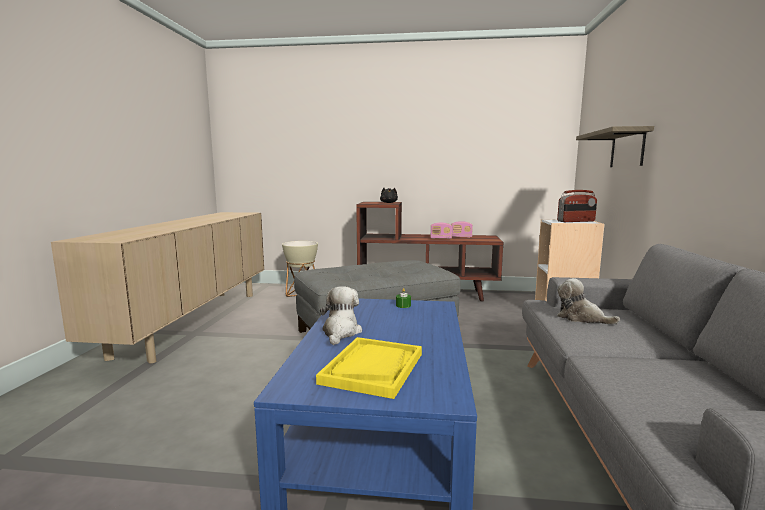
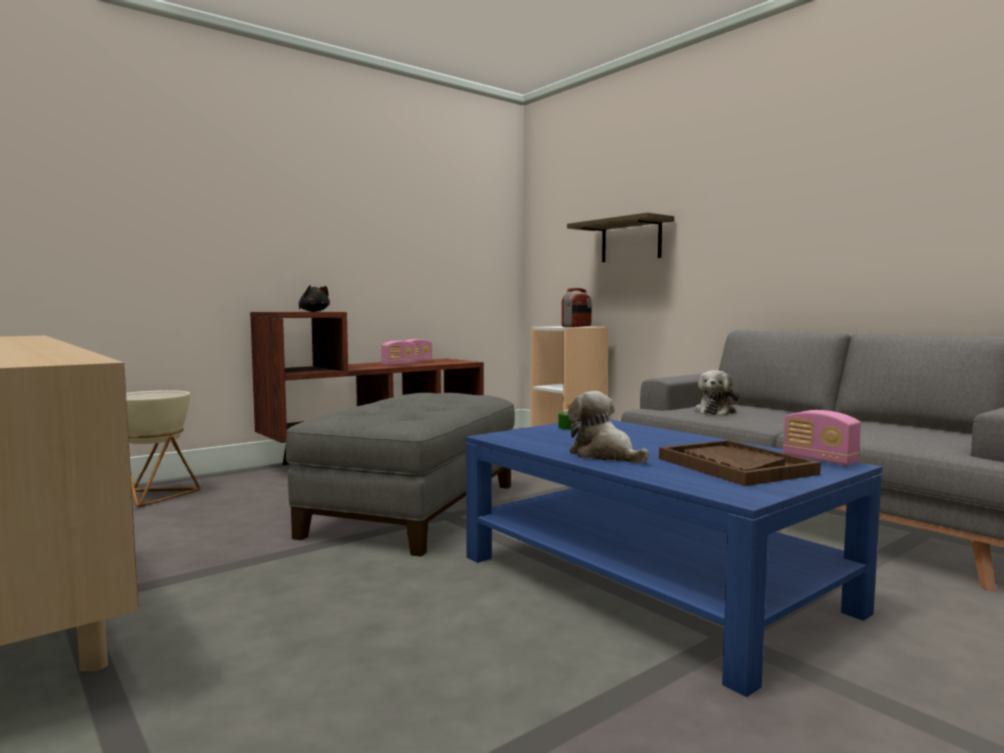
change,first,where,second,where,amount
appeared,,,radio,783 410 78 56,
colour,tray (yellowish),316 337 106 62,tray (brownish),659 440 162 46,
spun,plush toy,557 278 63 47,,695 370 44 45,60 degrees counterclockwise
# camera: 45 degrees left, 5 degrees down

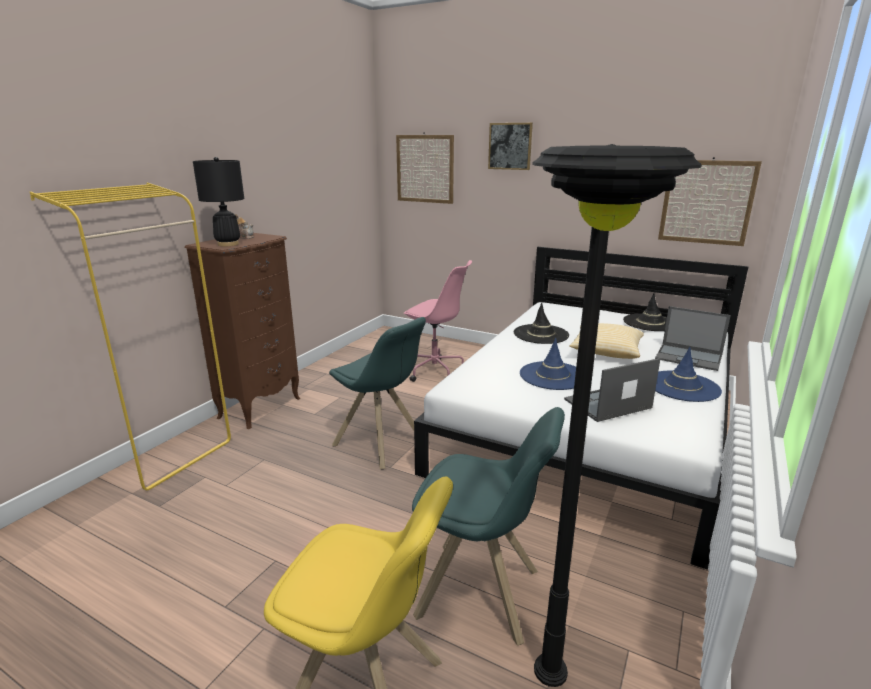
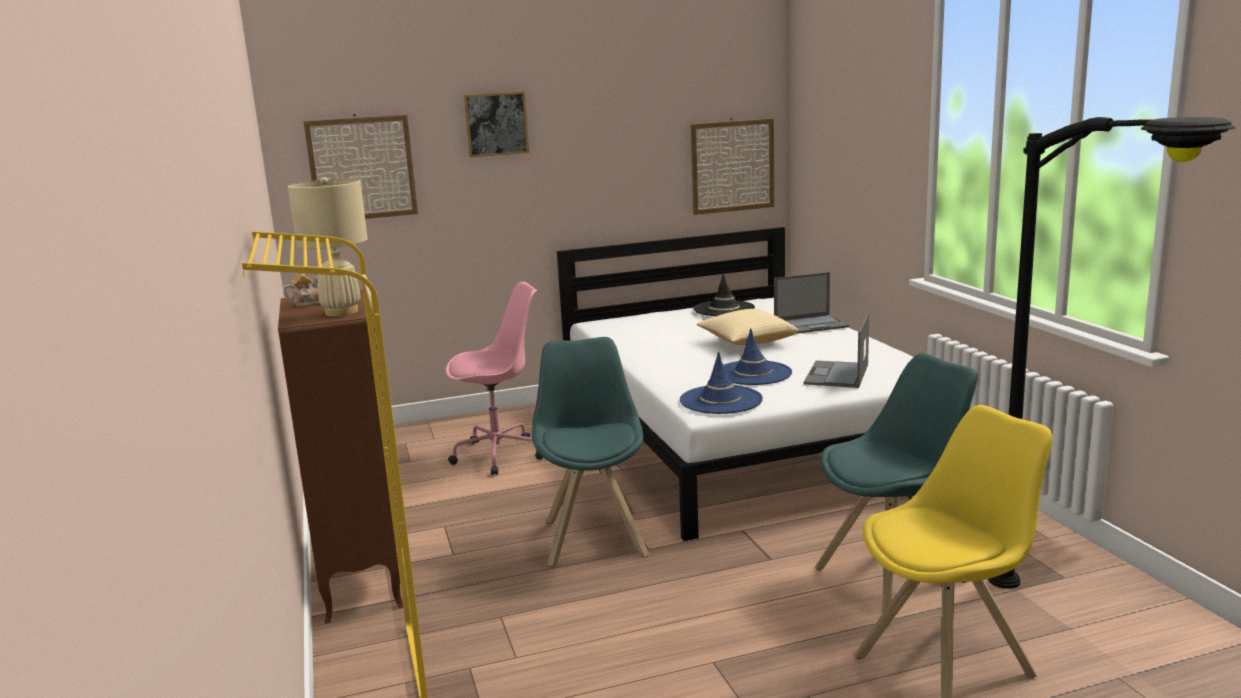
change,first,where,second,where,amount
missing,wearable hat (black-coloured),514 302 55 42,,,
relocated,wearable hat (blue),655 347 67 55,,680 352 83 62,
colour,lamp for a table (black-coloured),193 157 51 89,lamp for a table (beige),288 177 80 140,
spun,chair (turquoise),329 317 97 153,,532 337 117 230,90 degrees counterclockwise
# camera: 45 degrees left, 5 degrees down

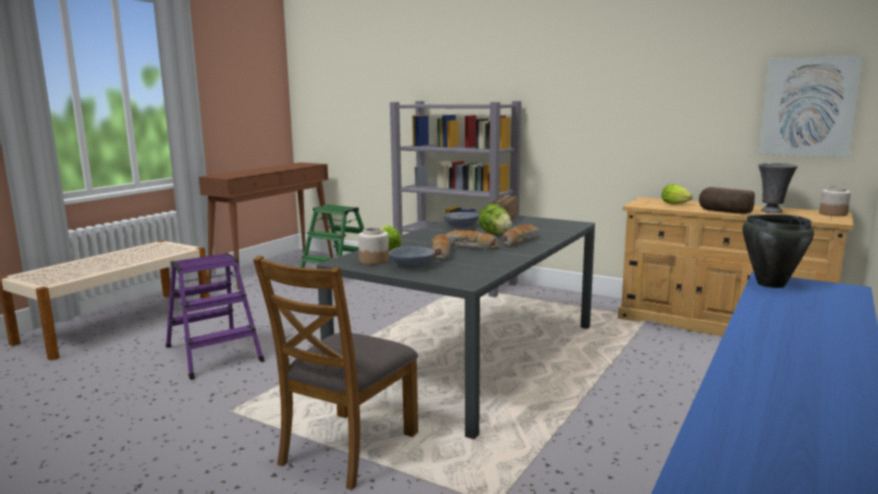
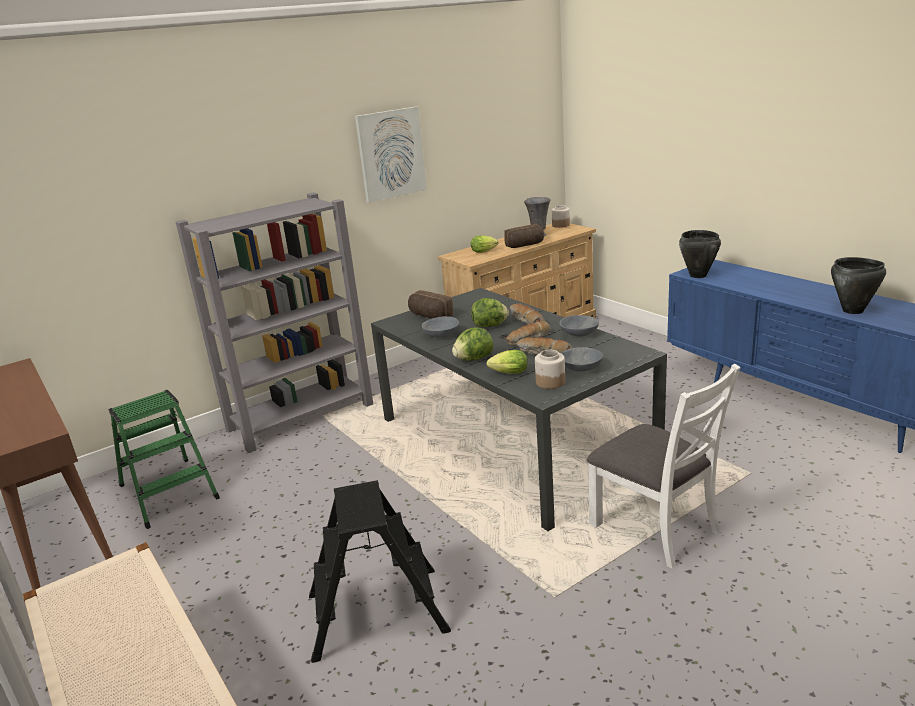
change,first,where,second,where,amount
appeared,,,head of lettuce,452 327 42 34,
appeared,,,serving bowl (greyish),559 315 40 22,
appeared,,,stockpot (black-coloured),831 257 55 57,
relocated,wall picture,758 56 105 101,,355 106 72 97,
colour,step stool (purplish),166 253 98 127,step stool (black-coloured),309 480 142 183,
colour,chair (brownish),253 256 165 234,chair (white),587 364 154 205,
# camera: 65 degrees left, 10 degrees up

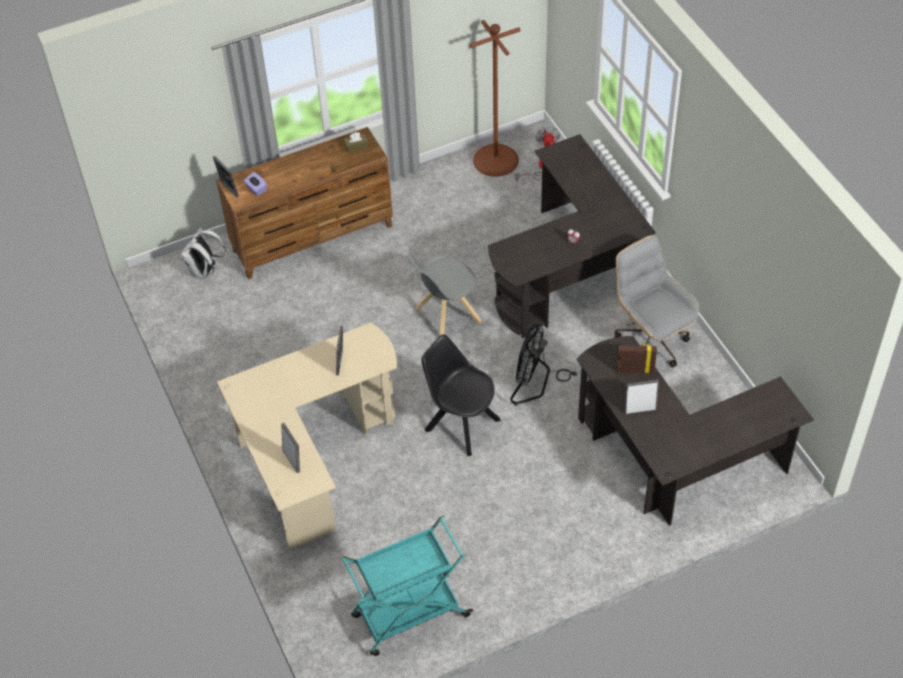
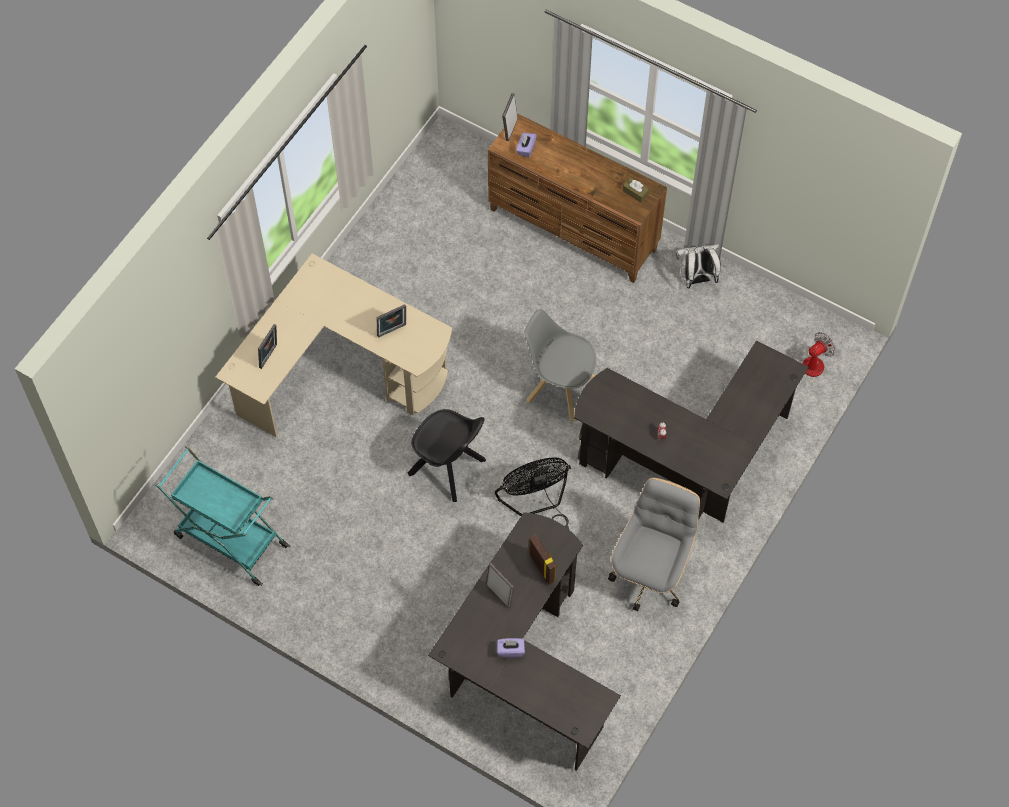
change,first,where,second,where,amount
missing,garment stand (brownish),469 20 52 157,,,
appeared,,,tissue holder (purplish),497 638 28 20,
relocated,rucksack (white),180 228 46 51,,676 244 45 44,
spun,chair (black-coloured),421 334 80 122,,407 409 79 93,120 degrees clockwise
# camera: 55 degrees right, 10 degrees up

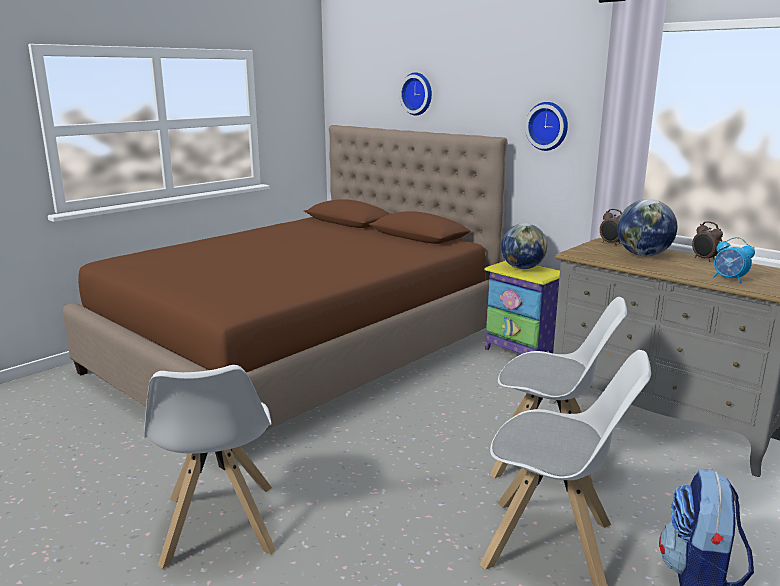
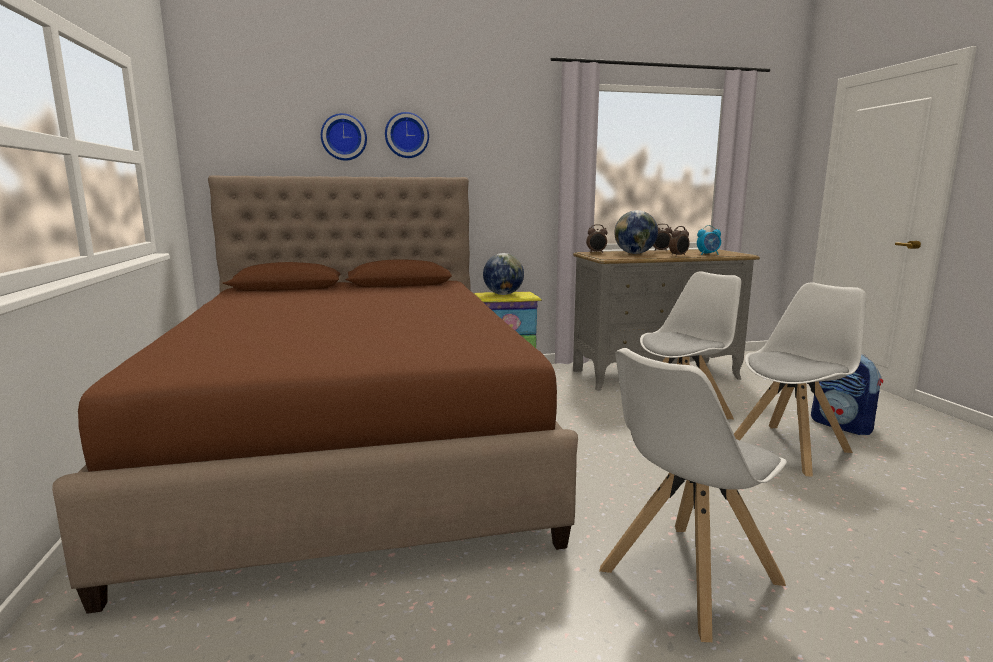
change,first,where,second,where,amount
appeared,,,bedside clock,669 226 20 30,
relocated,clock on the wall,525 102 43 49,,385 112 44 46,
spun,chair,144 365 132 204,,599 348 188 294,120 degrees clockwise
# camera: 55 degrees left, 5 degrees down

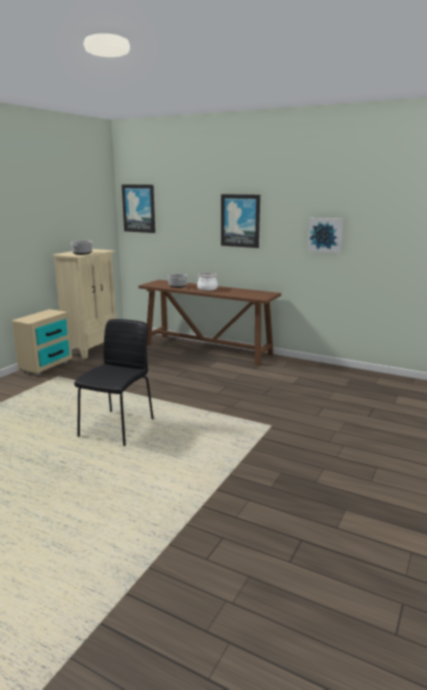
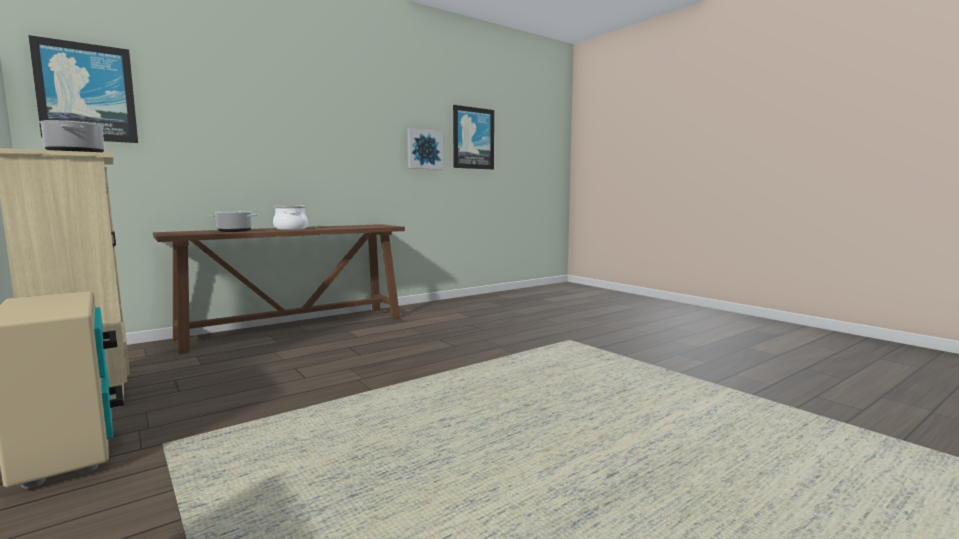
change,first,where,second,where,amount
missing,chair (black-coloured),74 319 80 127,,,
relocated,wall picture,221 194 39 54,,453 105 41 64,
# camera: 65 degrees left, 10 degrees down

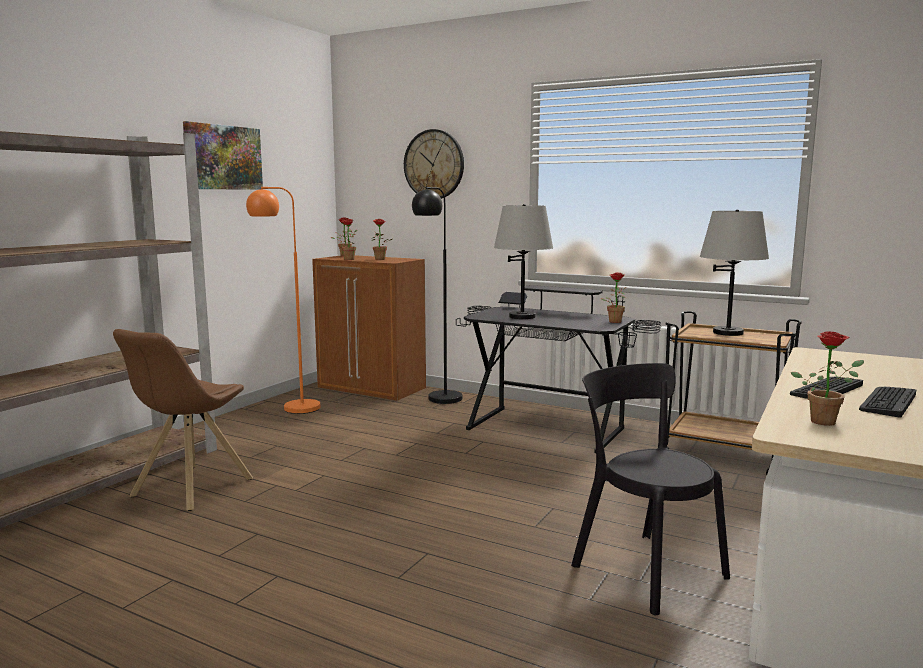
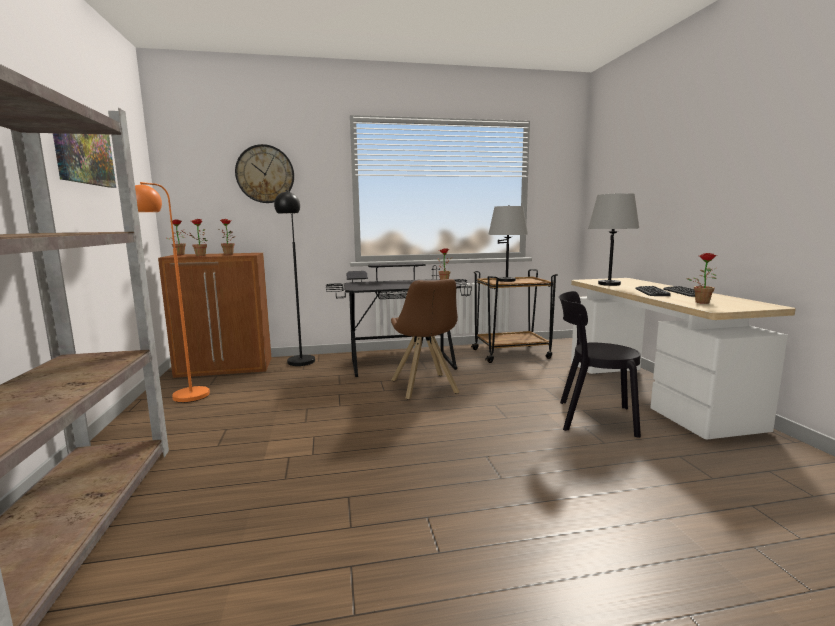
change,first,where,second,where,amount
relocated,chair (brownish),113 329 140 182,,391 279 68 121,
relocated,lamp for a table (greyish),494 204 59 115,,588 193 51 93,
# camera: 40 degrees left, 0 degrees up

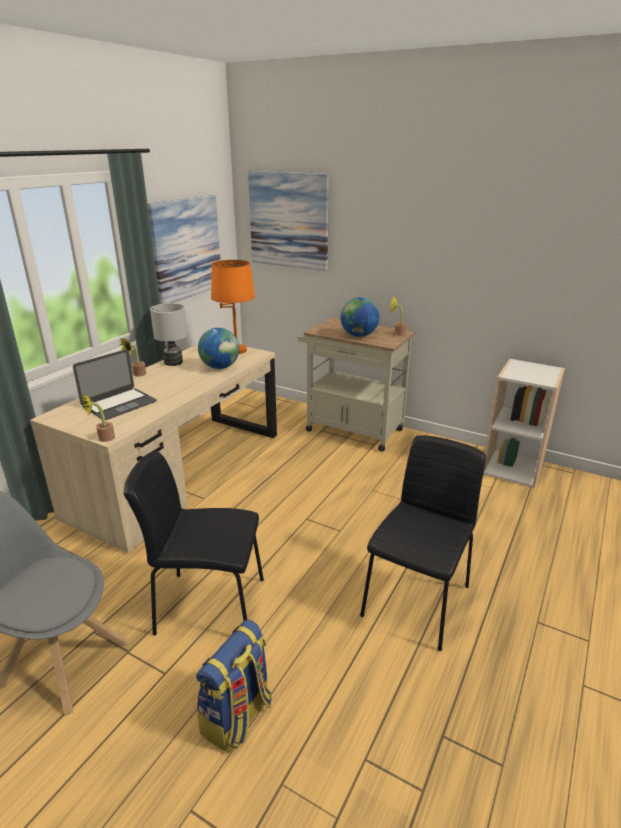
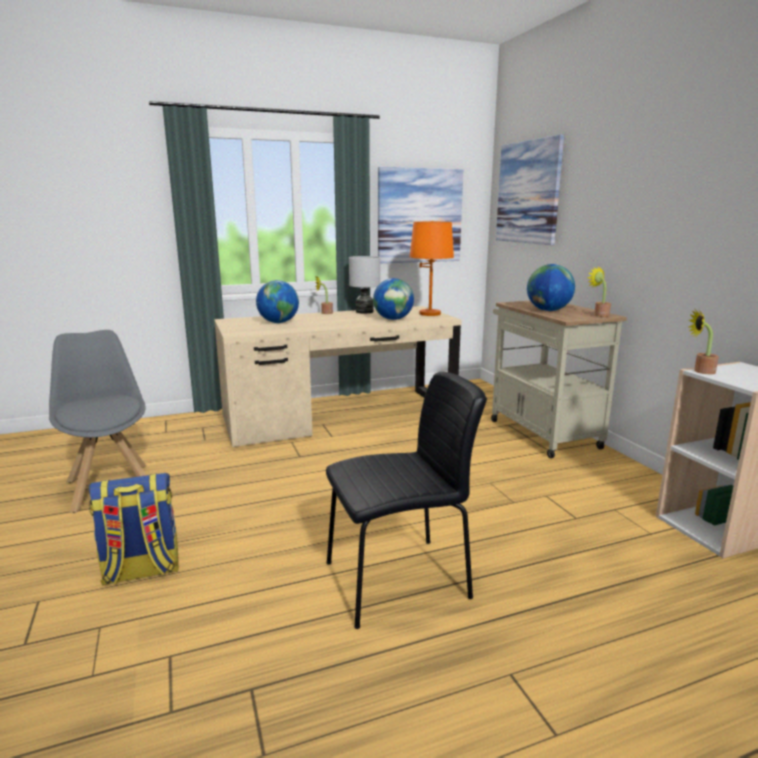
change,first,where,second,where,amount
missing,chair (black-coloured),124 451 140 184,,,
relocated,potted plant,82 394 33 48,,689 309 30 65,
exchanged,notebook computer,73 349 84 71,world globe,256 280 43 43,
# camera: 40 degrees right, 10 degrees down

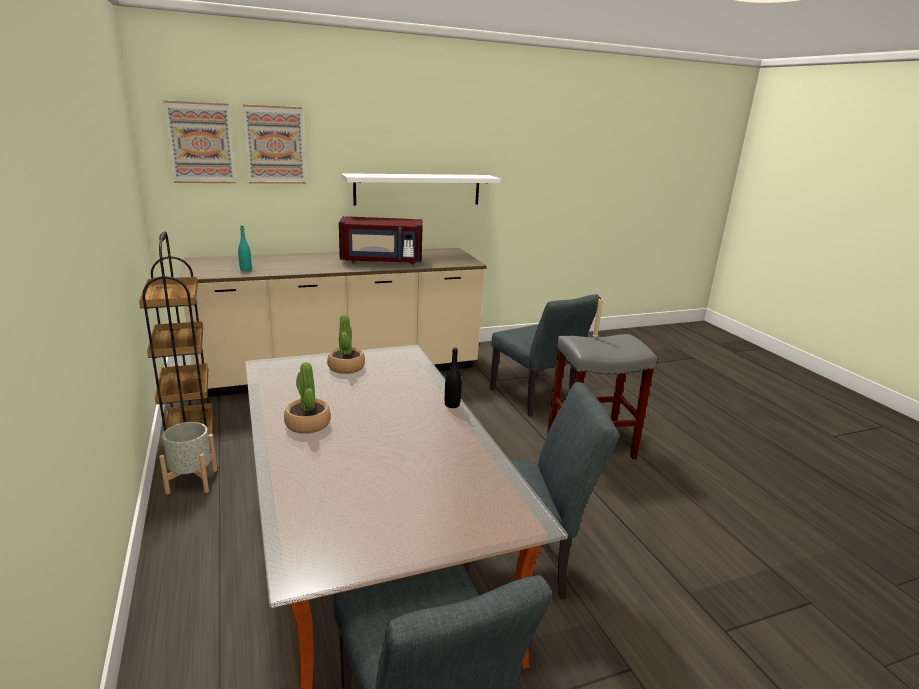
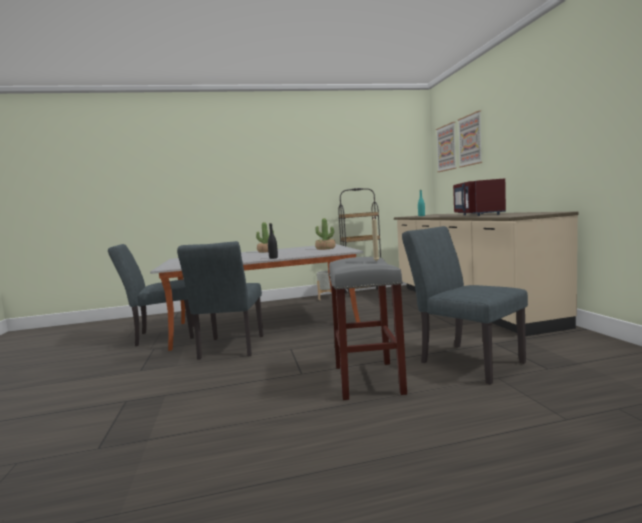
change,first,where,second,where,amount
missing,shelf (white),341 173 160 32,,,
spun,chair (greyish),490 294 110 123,,402 226 126 158,75 degrees clockwise
# camera: 100 degrees right, 15 degrees down

